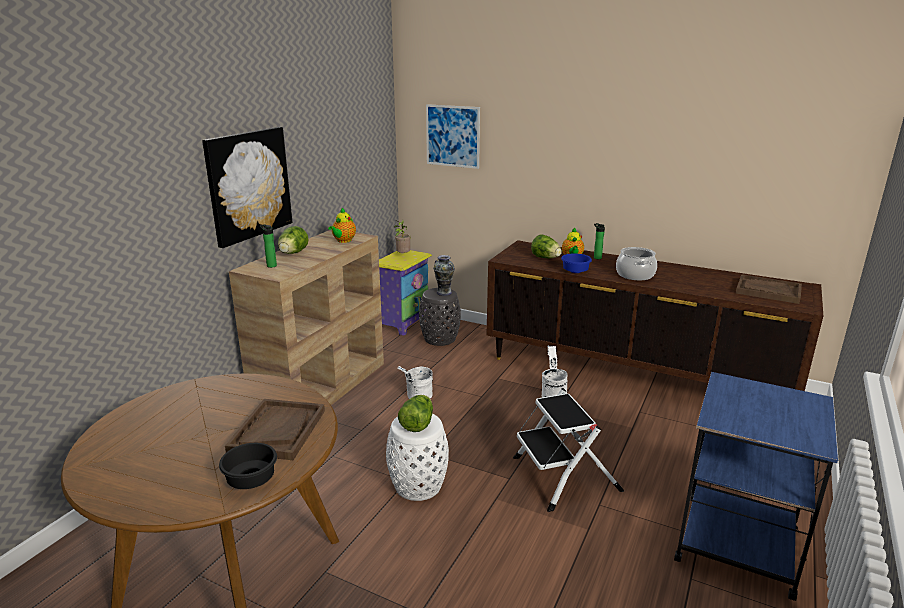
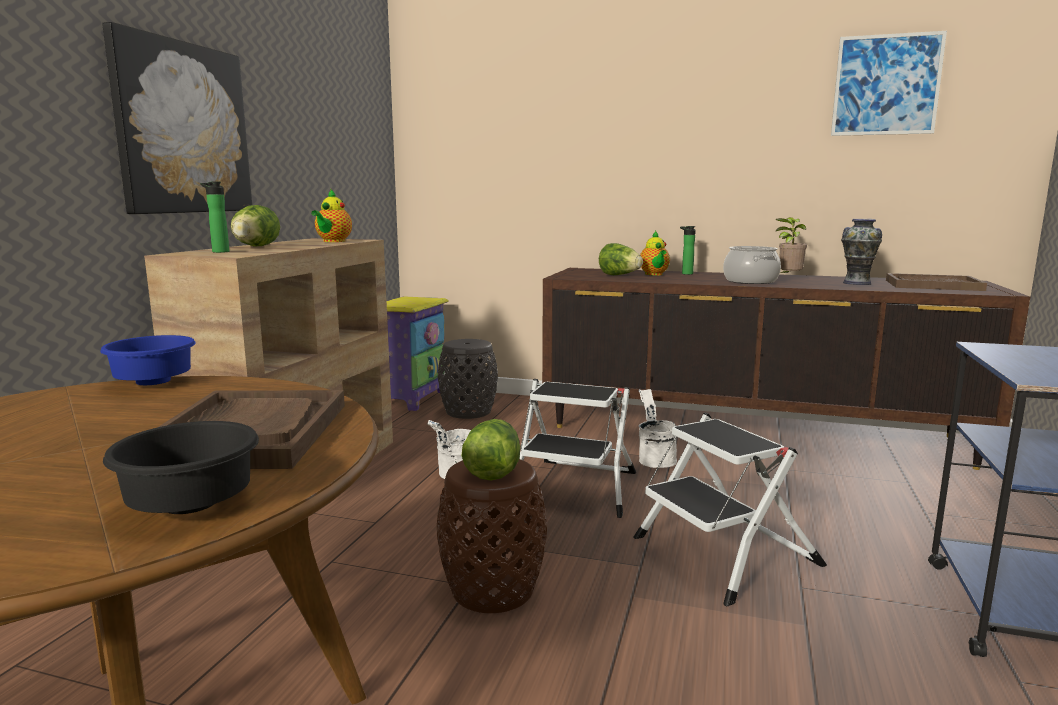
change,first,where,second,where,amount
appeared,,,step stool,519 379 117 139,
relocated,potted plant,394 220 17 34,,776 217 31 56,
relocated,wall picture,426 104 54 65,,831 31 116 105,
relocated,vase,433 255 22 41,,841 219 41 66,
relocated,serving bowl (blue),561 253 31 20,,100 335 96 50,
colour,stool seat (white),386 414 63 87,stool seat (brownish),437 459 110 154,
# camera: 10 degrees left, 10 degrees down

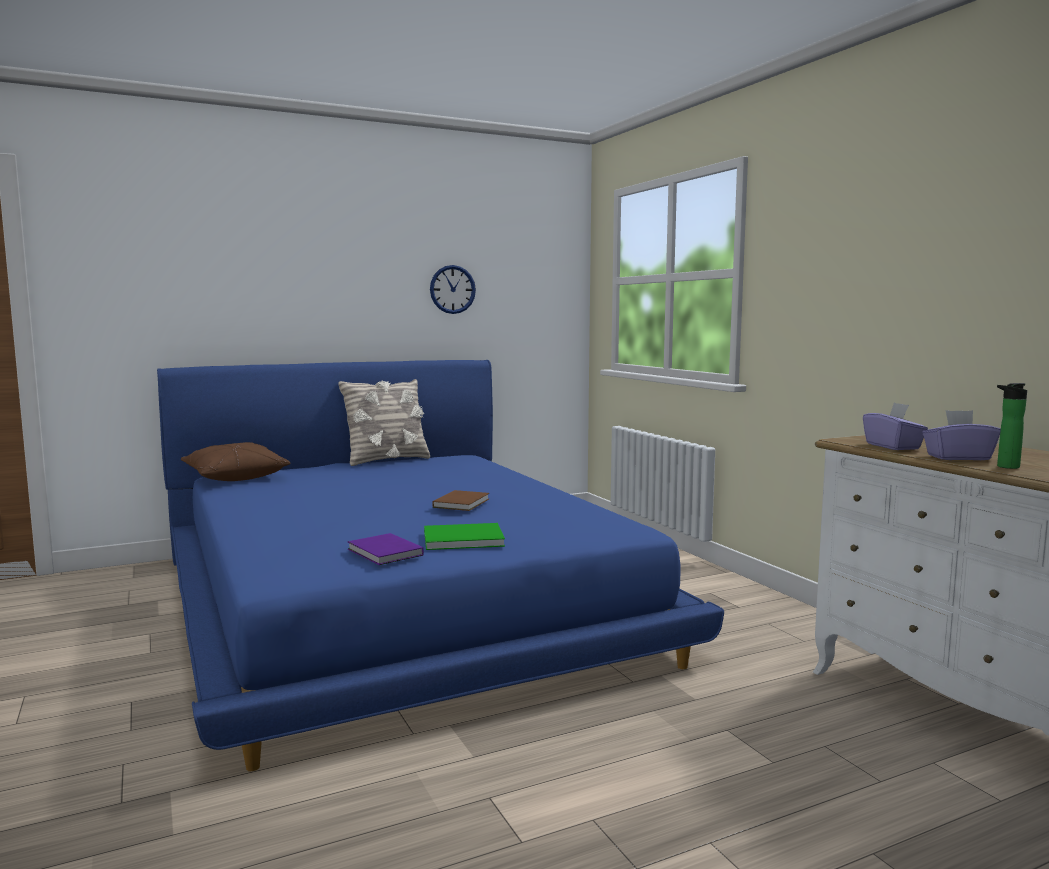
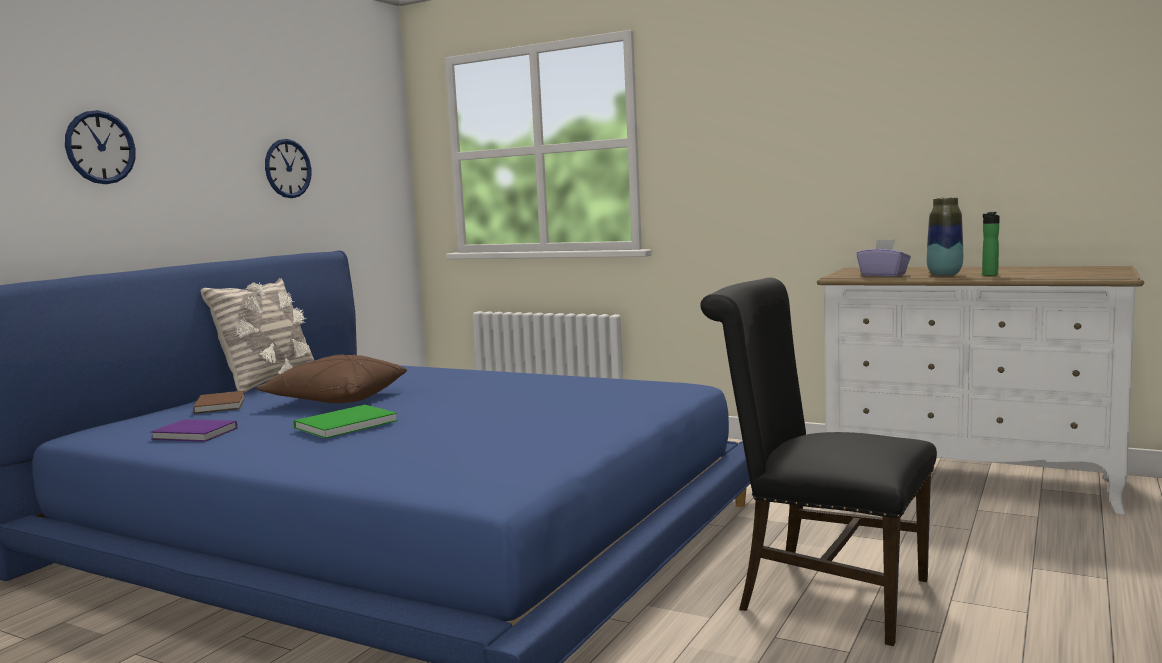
change,first,where,second,where,amount
appeared,,,clock on the wall,65 110 71 74,
appeared,,,chair (black-coloured),700 278 237 368,
relocated,throw pillow (brownish),181 442 109 39,,256 355 151 48,
relocated,book (purplish),348 533 76 32,,150 419 87 23,
relocated,book (green-coloured),424 523 81 27,,293 405 105 33,
relocated,book (brownish),433 490 56 21,,193 391 52 23,
exchanged,tissue holder (purplish),922 410 79 50,vase,927 197 36 79,
# camera: 35 degrees left, 0 degrees up

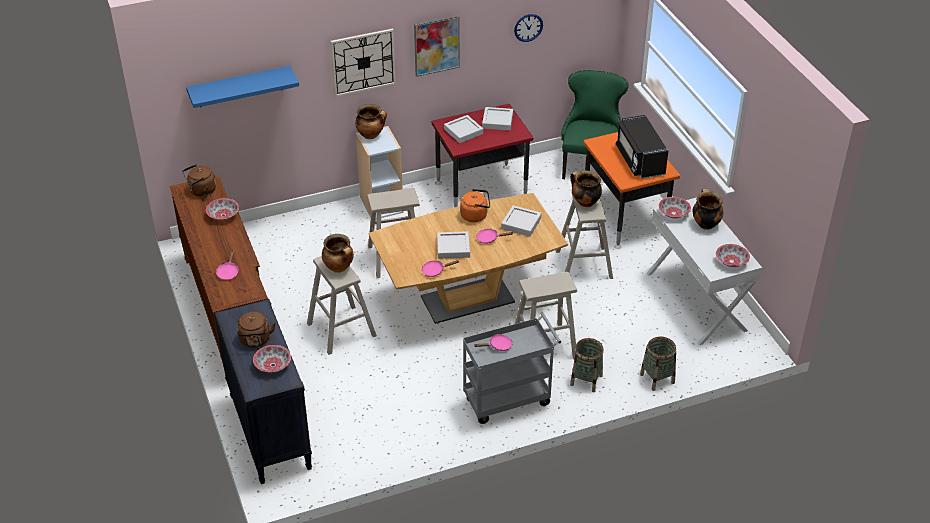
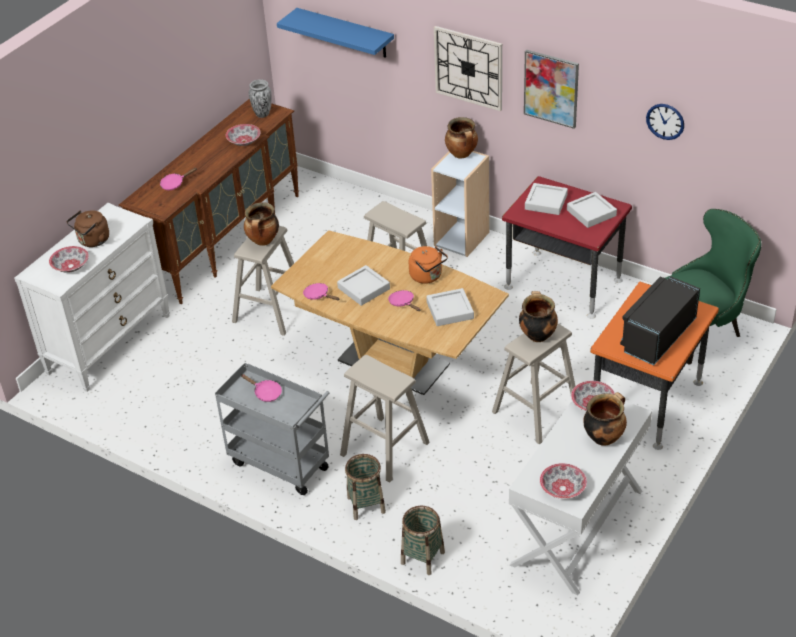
change,first,where,second,where,amount
exchanged,tea kettle (brownish),182 164 34 32,vase,249 79 23 39,
colour,dresser (black-coloured),214 299 98 185,dresser (white),14 203 156 189,
# camera: 55 degrees right, 0 degrees up

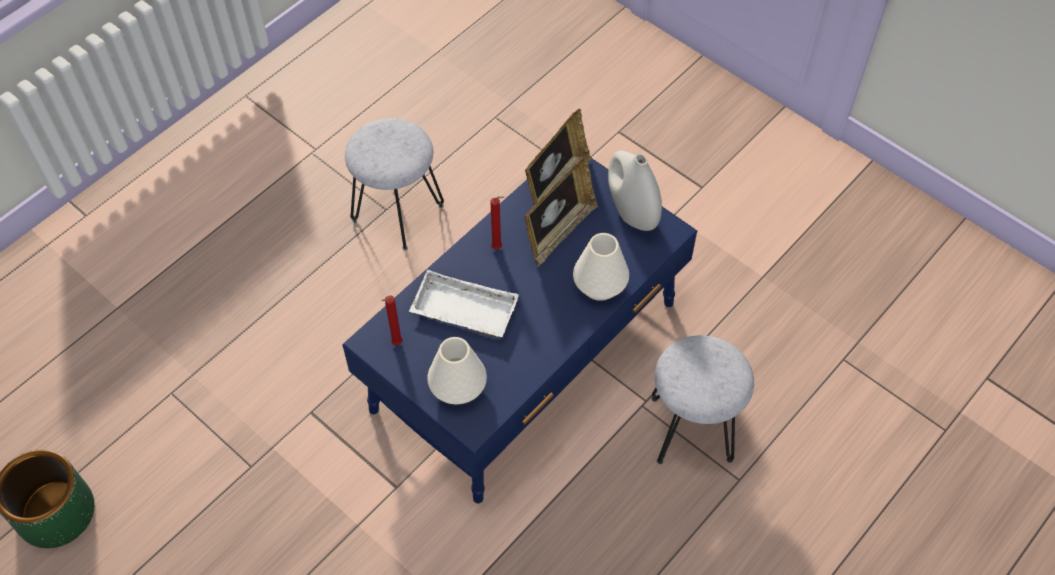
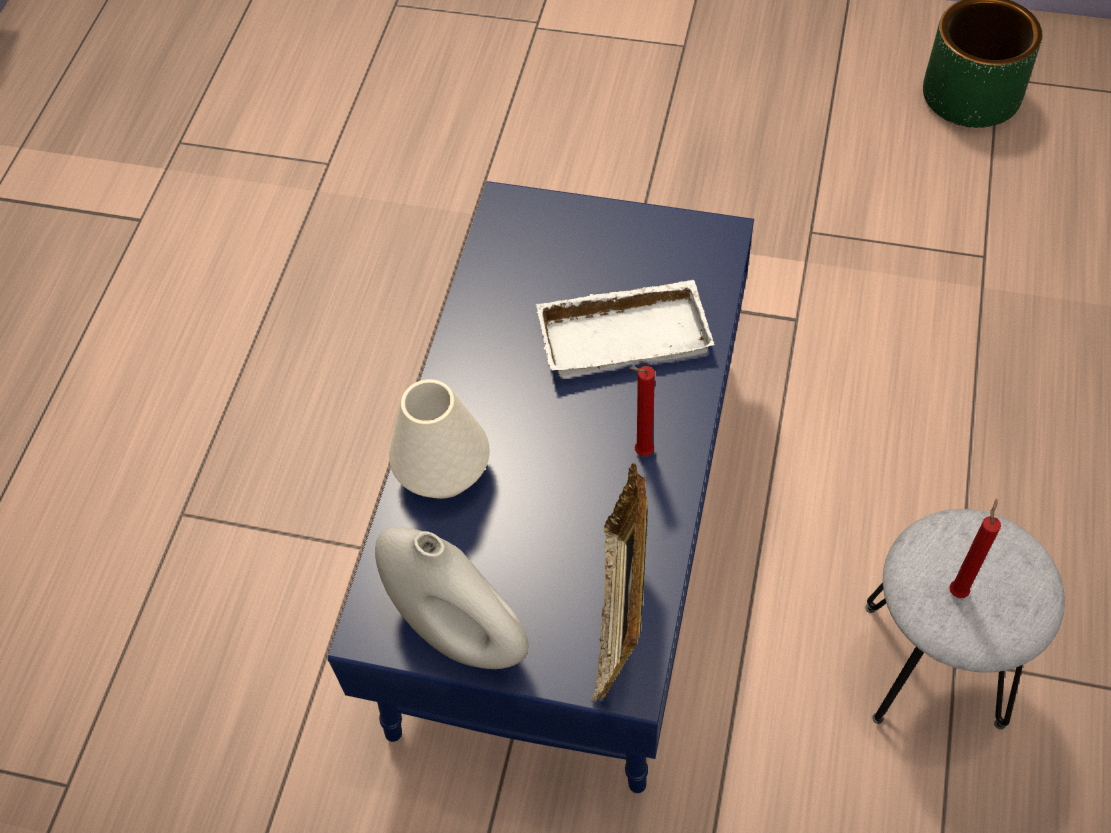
change,first,where,second,where,amount
missing,vase (white),427 337 60 67,,,
missing,photo frame,524 156 74 111,,,
missing,stool seat (greyish),651 335 103 129,,,
relocated,wax candle (reddish),382 296 21 49,,949 499 52 99,
# camera: 155 degrees right, 0 degrees up

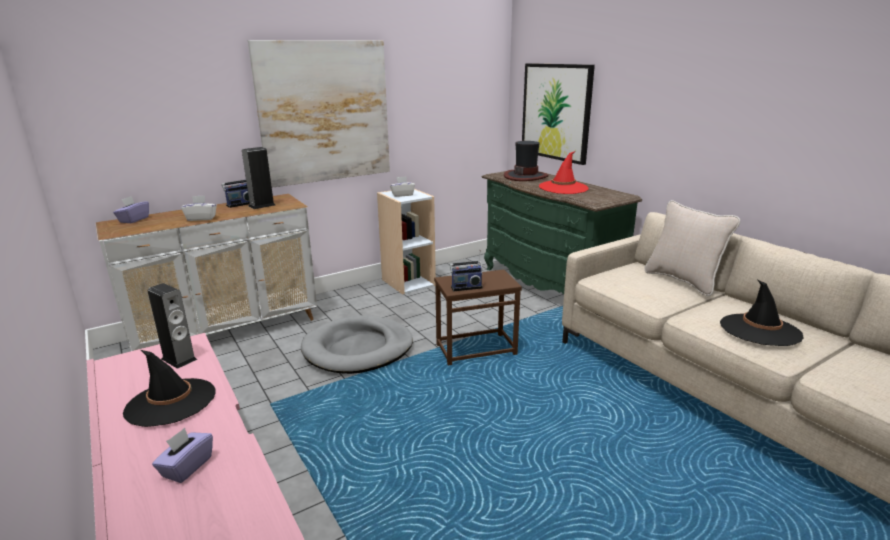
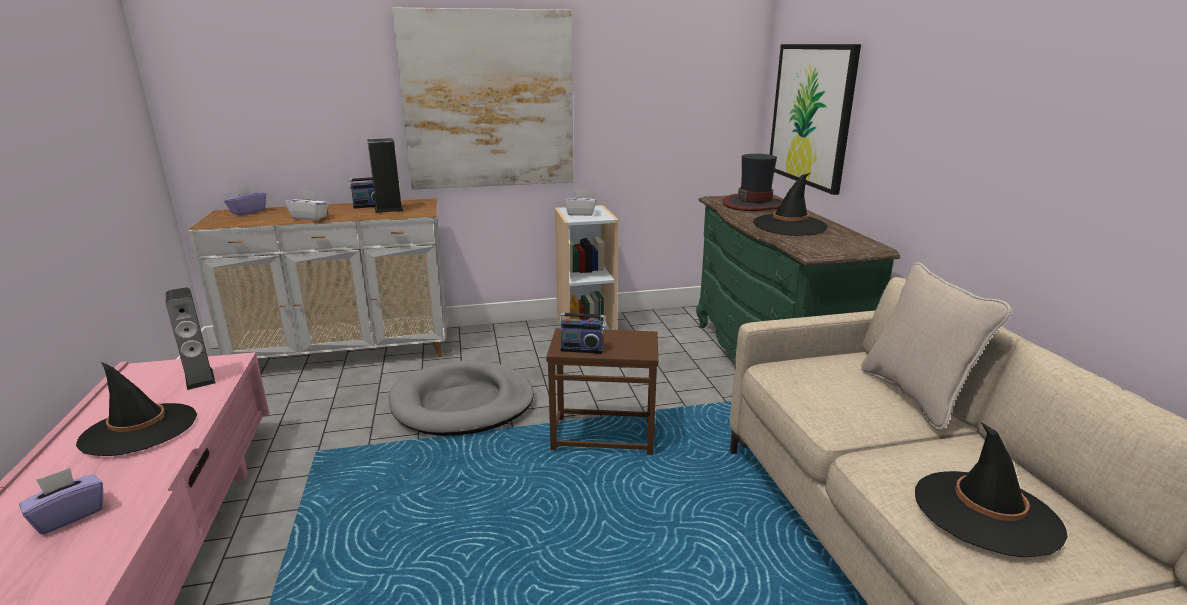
change,first,where,second,where,amount
colour,wearable hat (reddish),539 151 49 43,wearable hat (black-coloured),753 173 75 63,
# camera: 20 degrees right, 0 degrees up

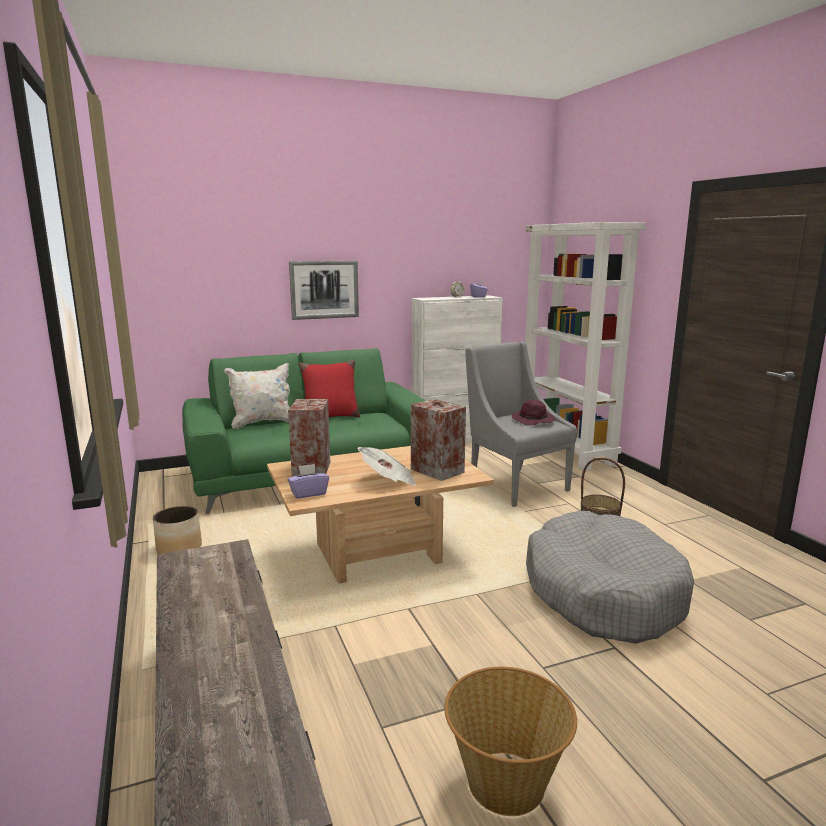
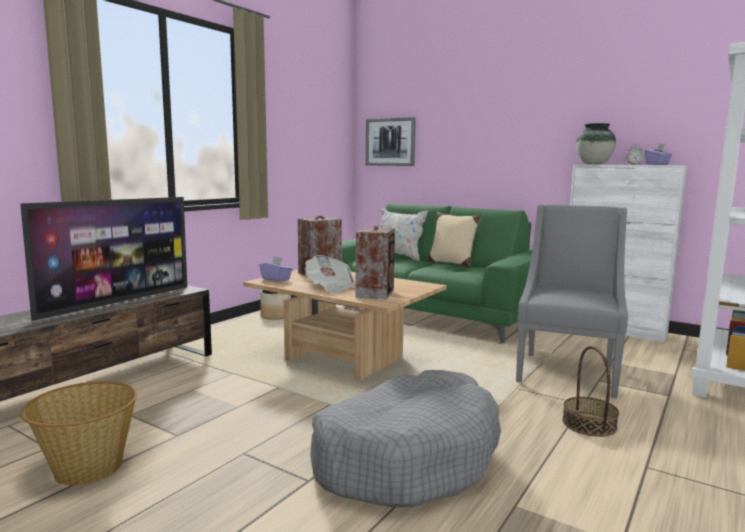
change,first,where,second,where,amount
missing,wearable hat (purplish),512 400 43 25,,,
appeared,,,TV,20 197 167 124,
appeared,,,vase,576 123 40 41,
relocated,wall picture,289 261 70 59,,366 117 50 49,
colour,throw pillow (reddish),298 360 62 58,throw pillow (beige),427 212 54 56,
# camera: 55 degrees right, 5 degrees down

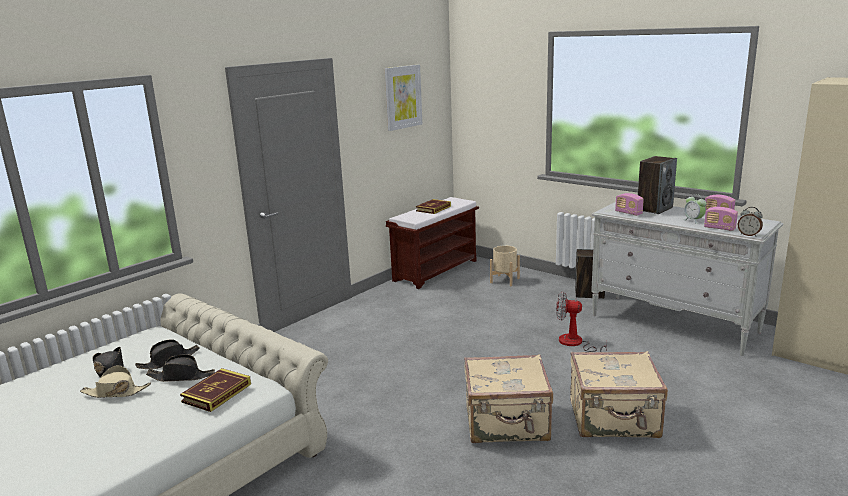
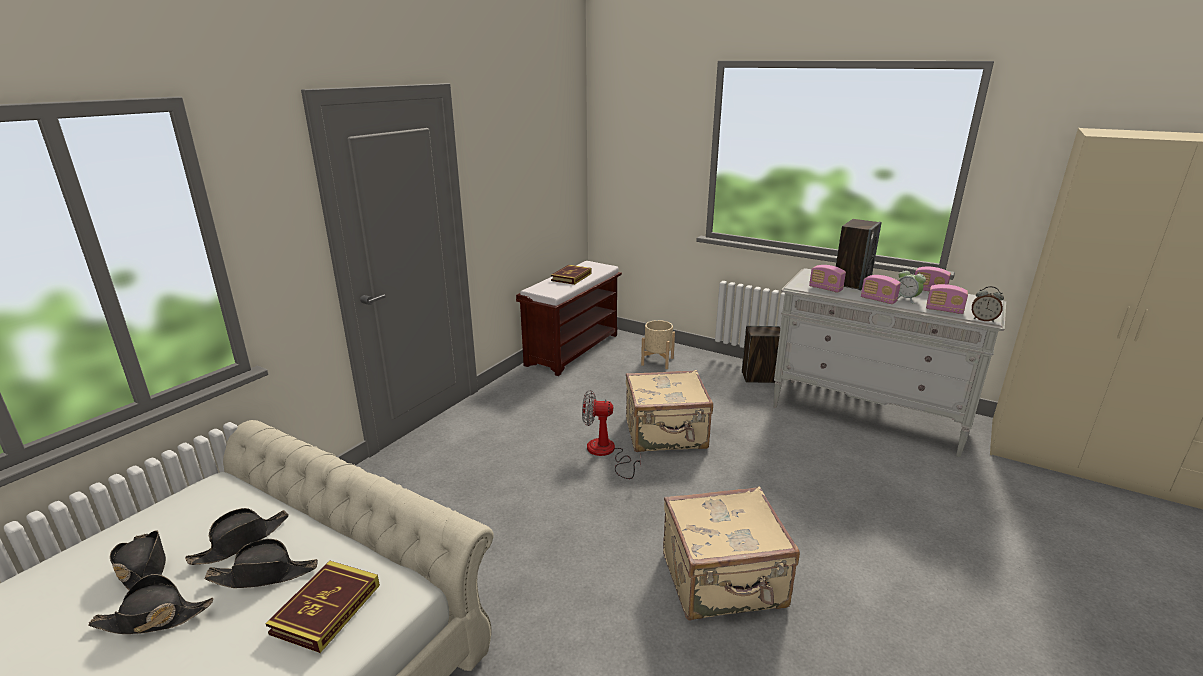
change,first,where,second,where,amount
missing,wall picture,385 65 37 66,,,
appeared,,,radio,861 275 40 29,
relocated,electric fan,556 292 51 60,,582 390 59 89,
relocated,piece of luggage (beige),570 351 98 87,,626 370 87 82,
colour,wearable hat (beige),80 365 71 33,wearable hat (black-coloured),88 574 126 60,
# camera: 10 degrees left, 5 degrees up

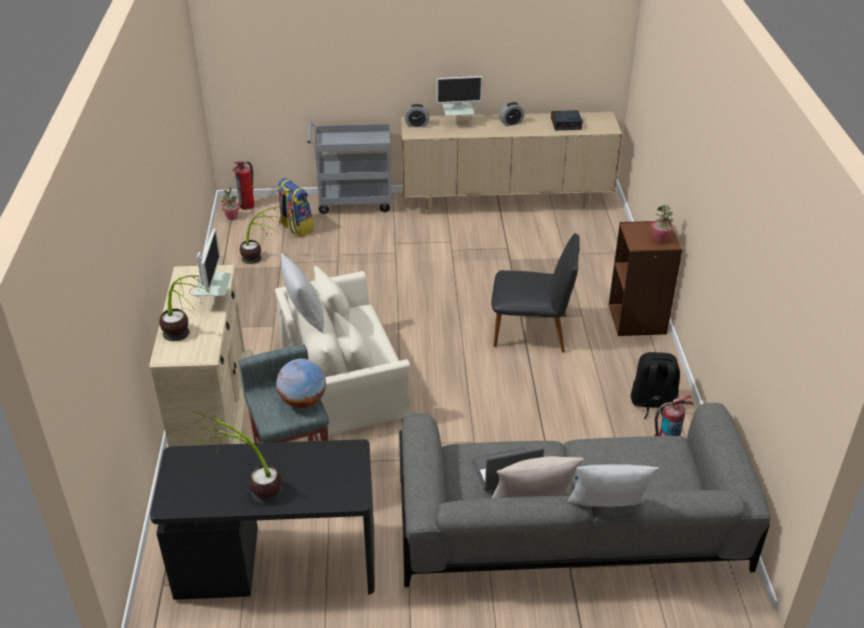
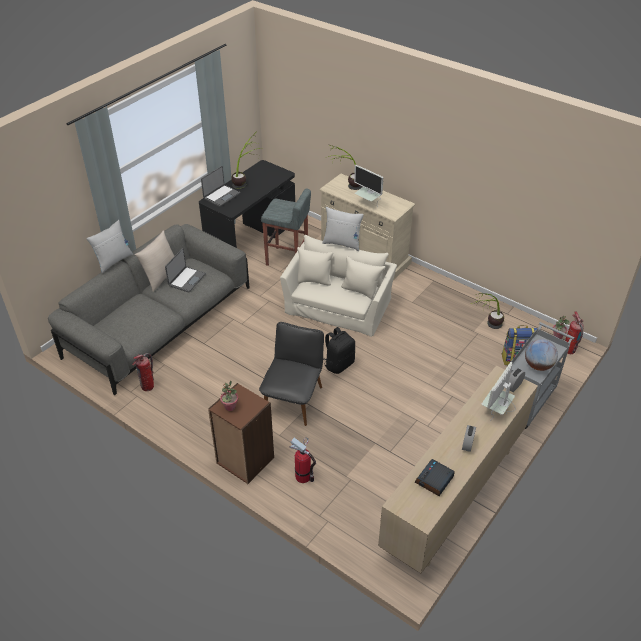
change,first,where,second,where,amount
appeared,,,notebook computer,201 166 39 41,
appeared,,,fire extinguisher,290 437 26 46,
relocated,world globe,276 359 50 49,,525 339 33 32,
relocated,rucksack (black-coloured),631 352 49 67,,323 327 32 47,
spun,chair (black-coloured),491 233 89 120,,259 322 65 104,150 degrees clockwise
# camera: 130 degrees right, 5 degrees up

